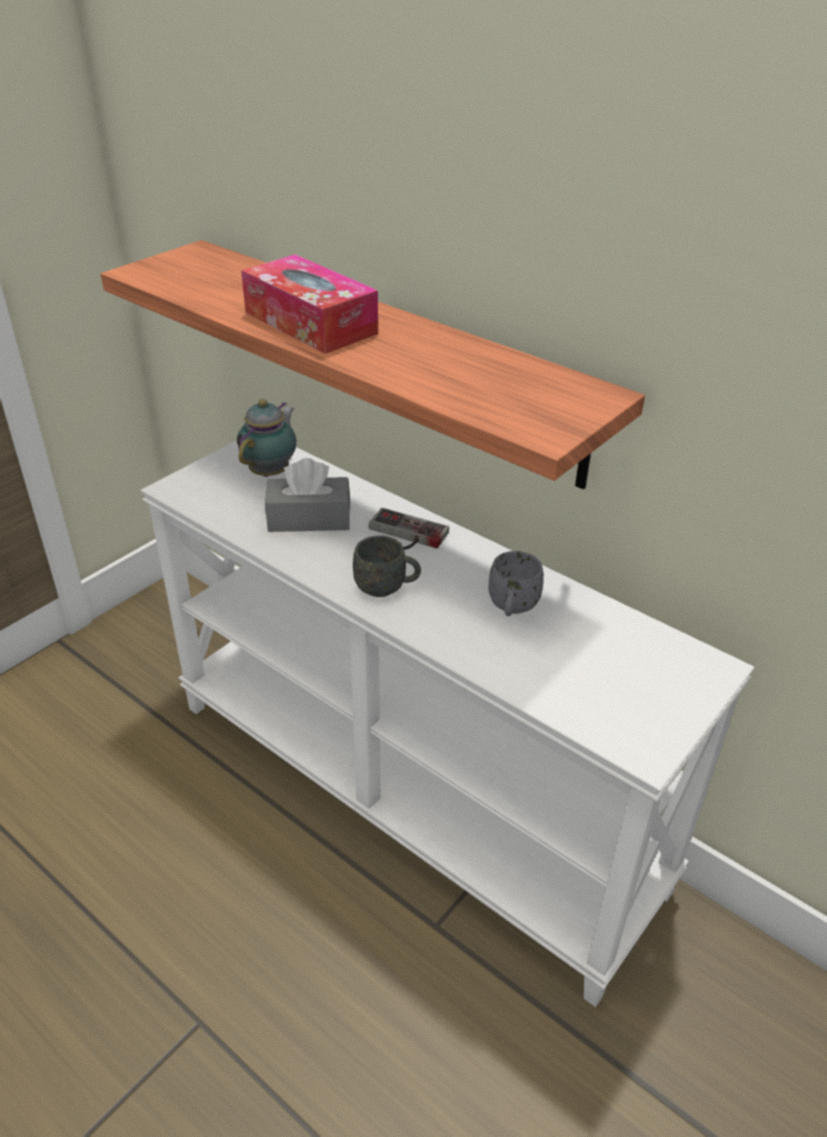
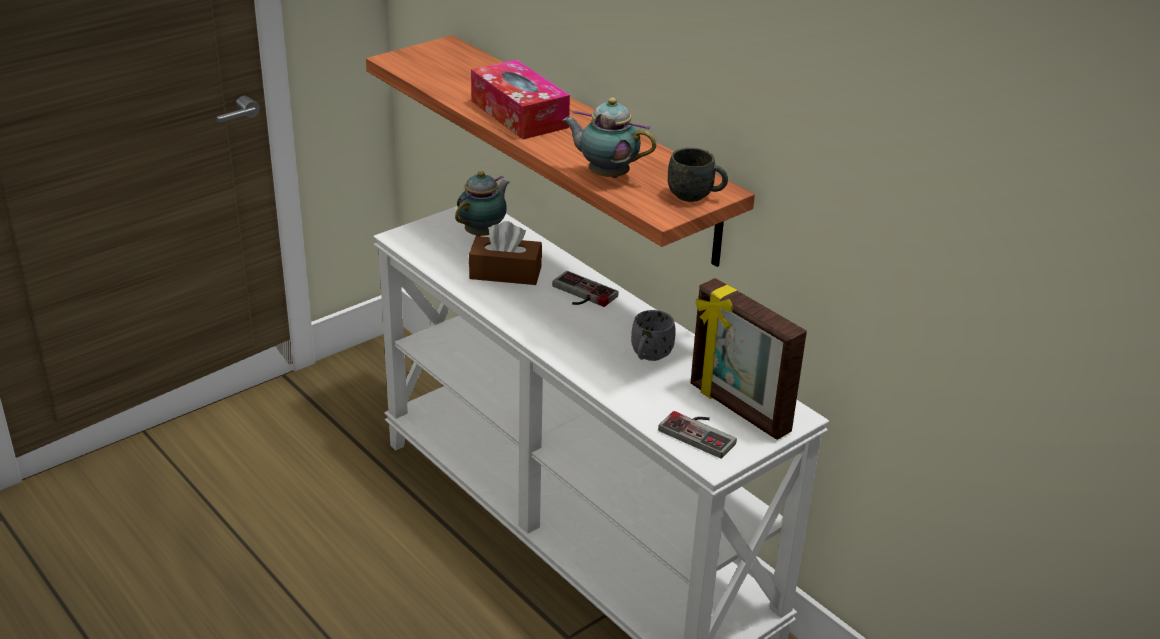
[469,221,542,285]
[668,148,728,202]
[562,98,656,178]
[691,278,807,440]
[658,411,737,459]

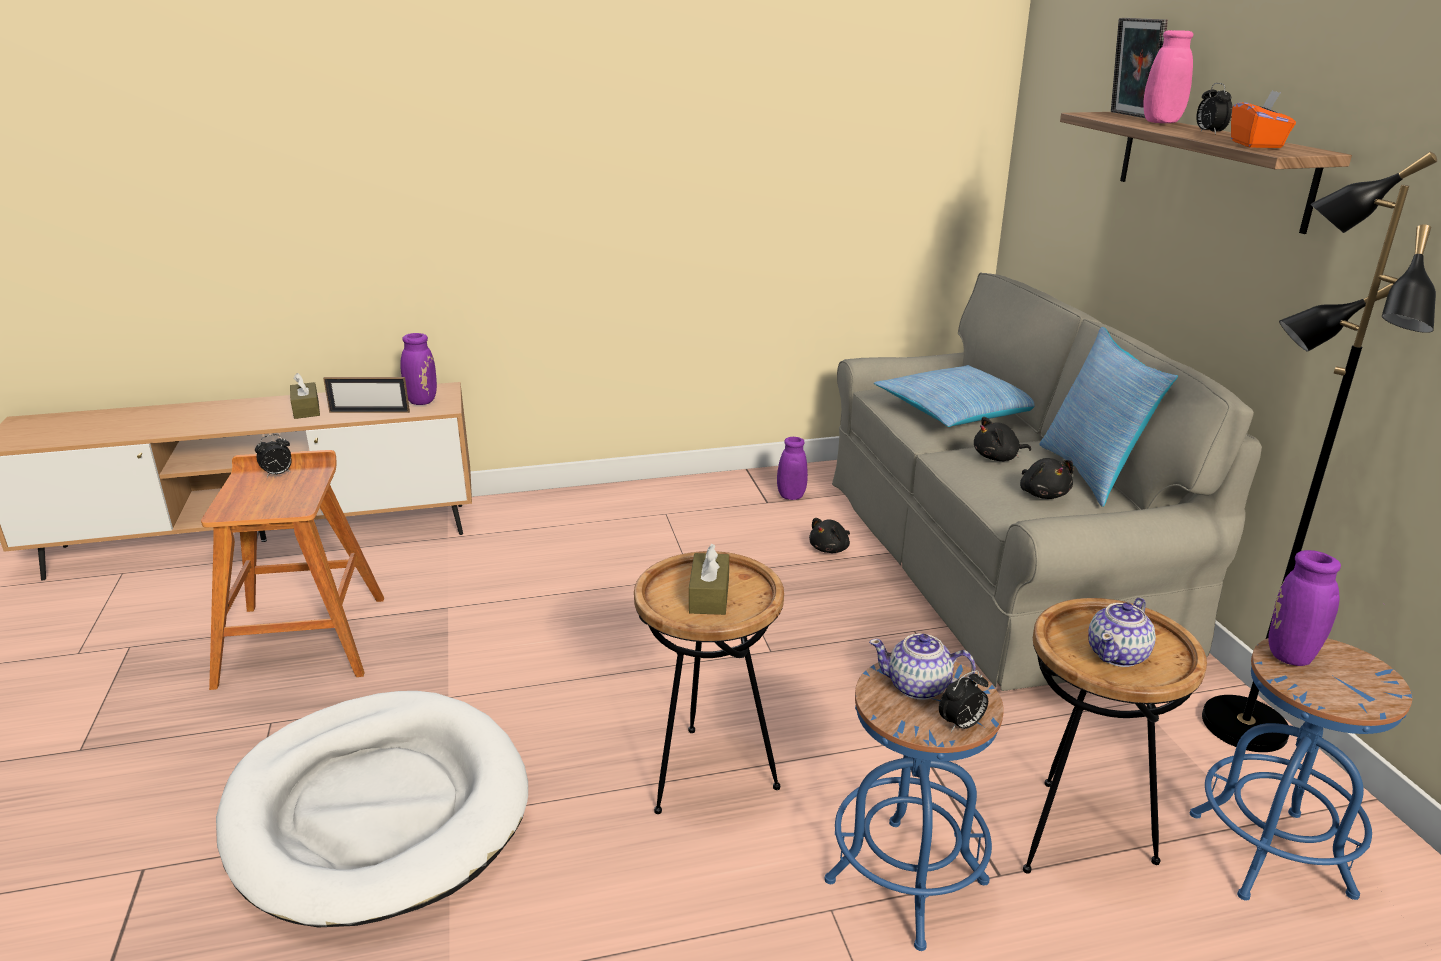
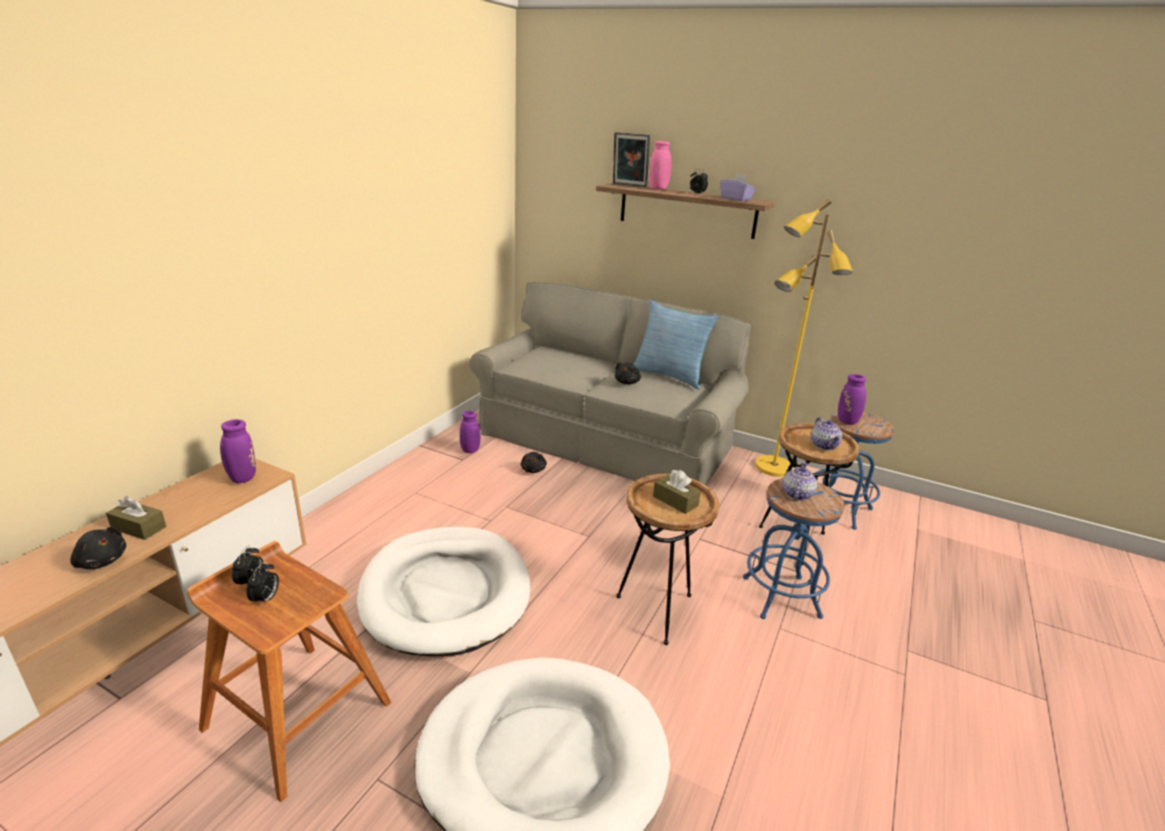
[720,173,756,201]
[755,199,853,477]
[874,365,1035,427] (first image)
[323,377,410,413] (first image)
[70,527,126,569]
[782,462,817,500]
[246,562,279,606]
[357,527,530,657]

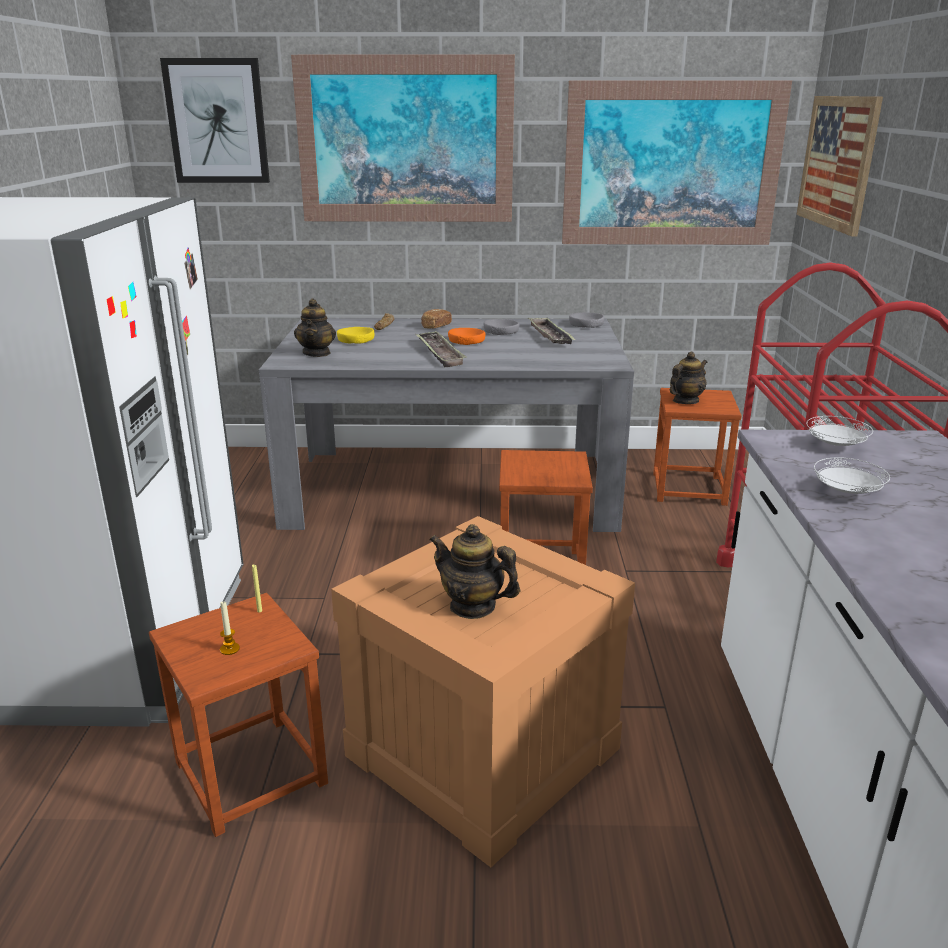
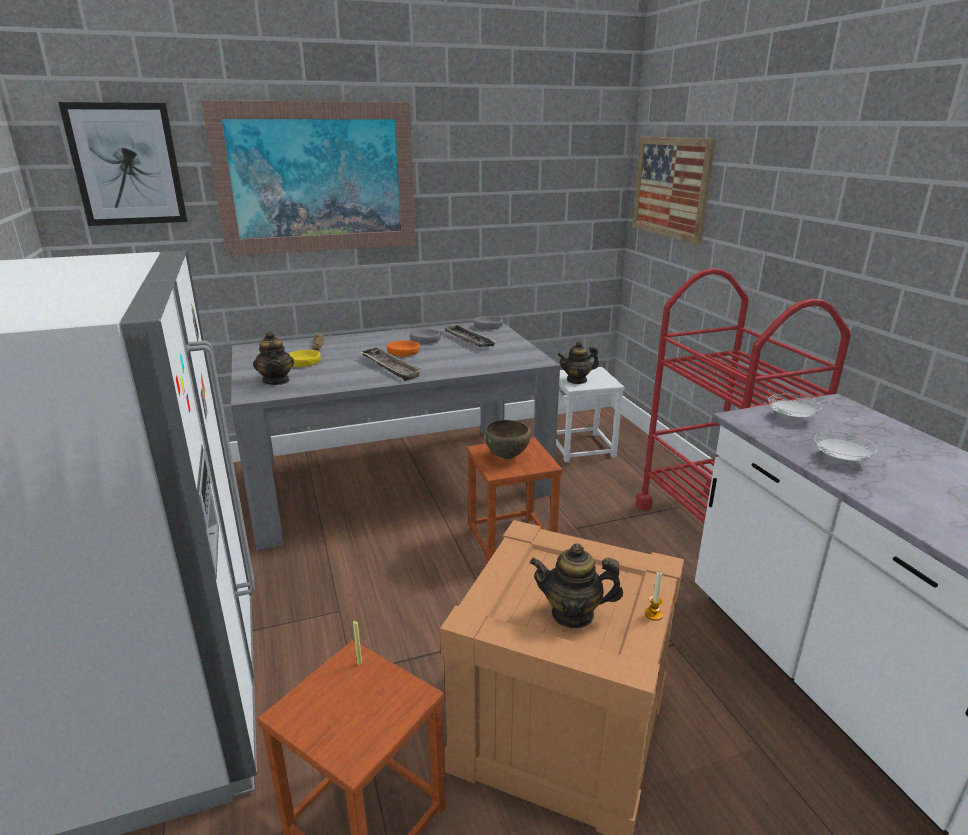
[562,80,792,245] (first image)
[421,309,452,329] (first image)
[558,341,599,384]
[556,367,625,462]
[645,572,663,621]
[484,420,531,459]

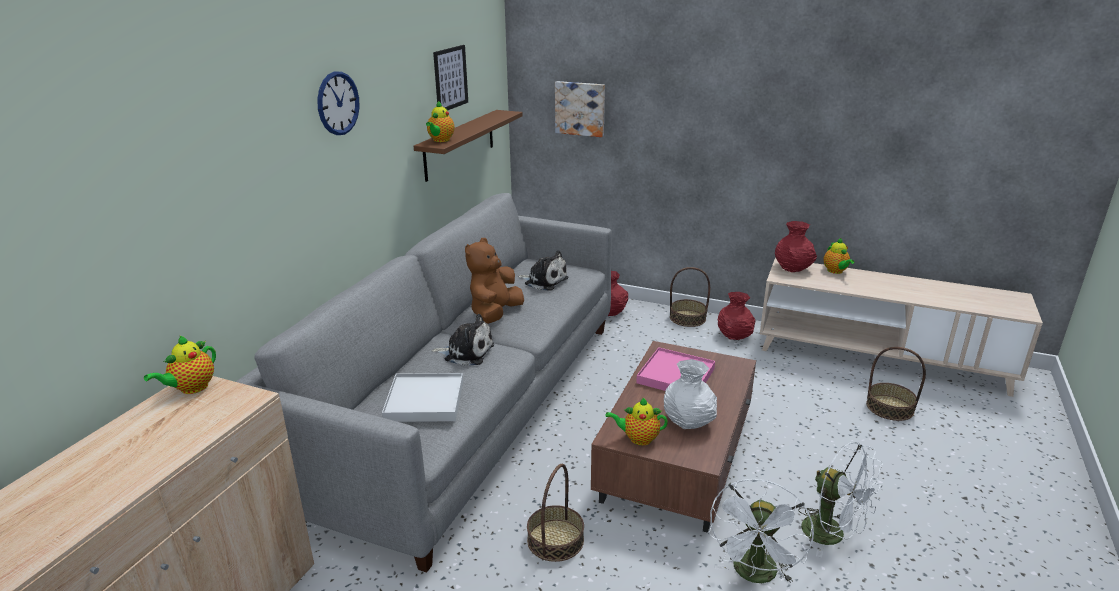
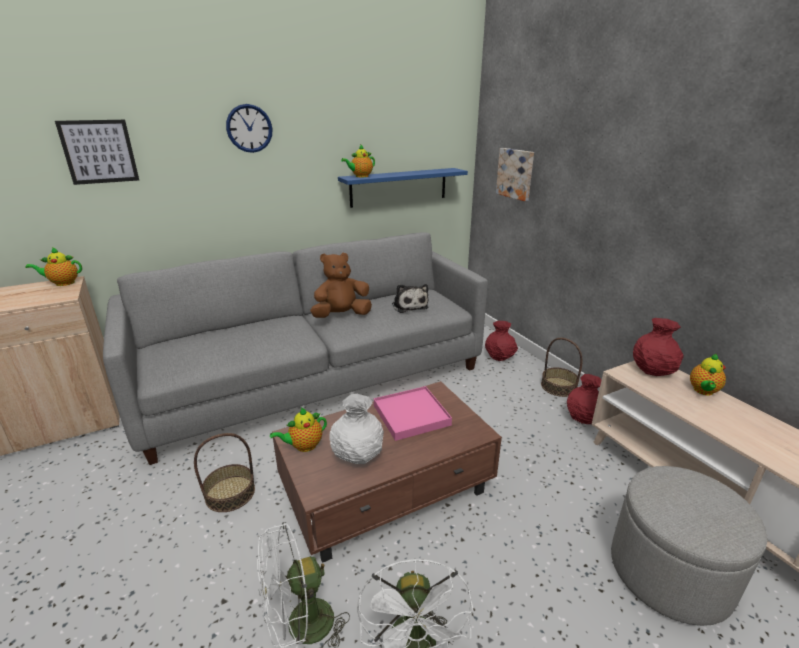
[55,120,139,185]
[338,168,468,208]
[432,314,494,366] (first image)
[611,466,768,626]
[382,373,463,422] (first image)
[270,408,327,452]

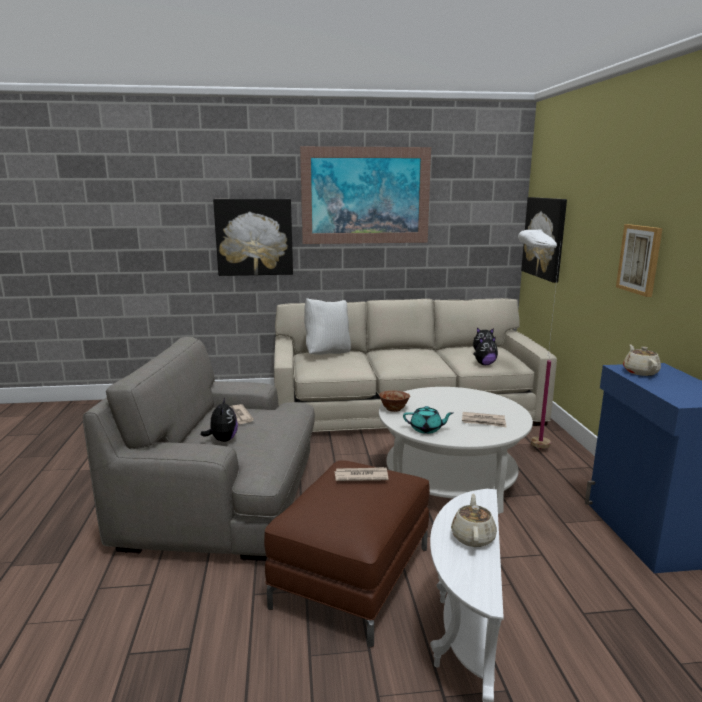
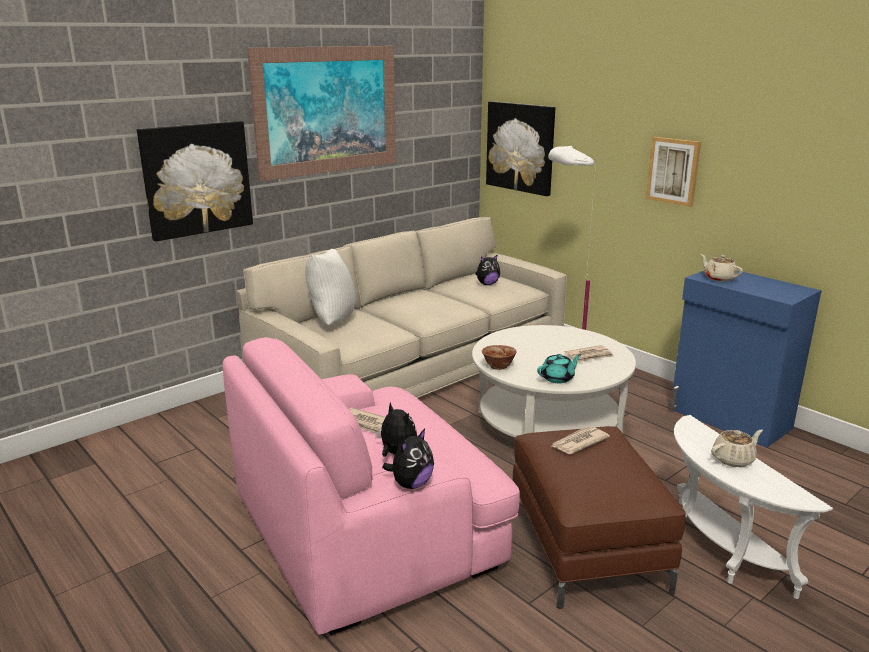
[223,337,520,636]
[382,429,434,489]
[711,430,763,467]

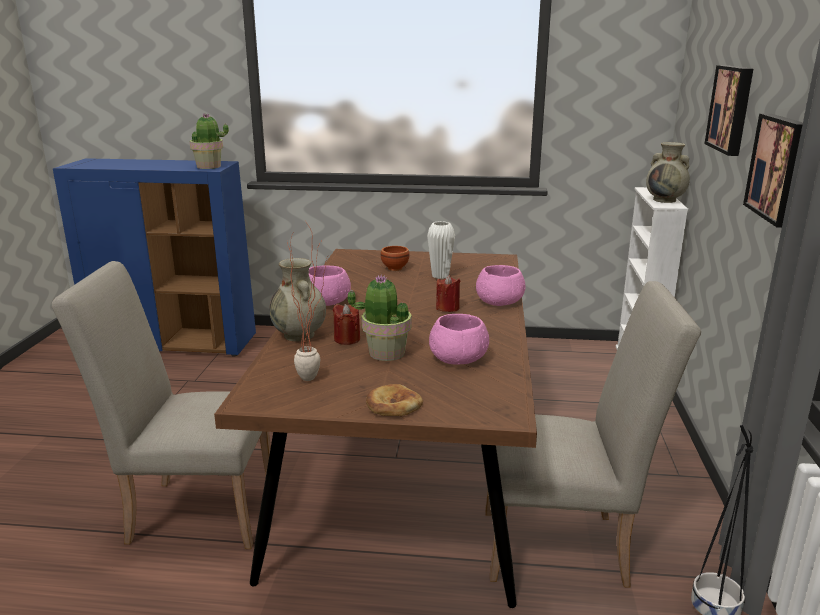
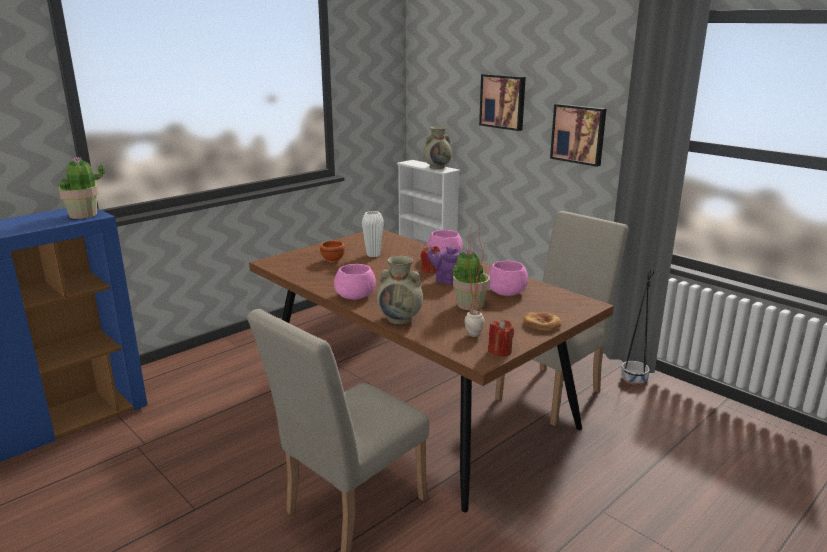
[488,320,514,356]
[428,247,461,285]

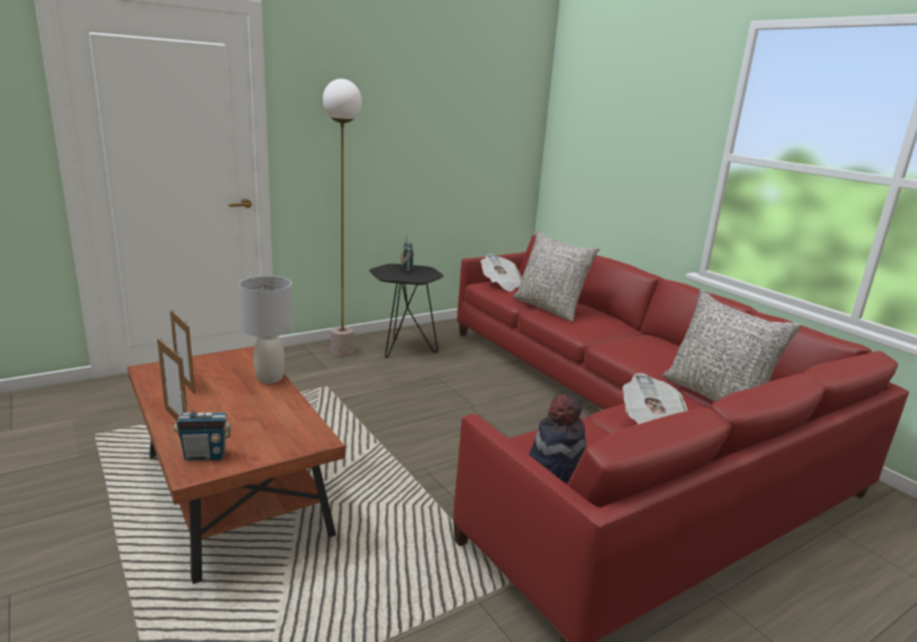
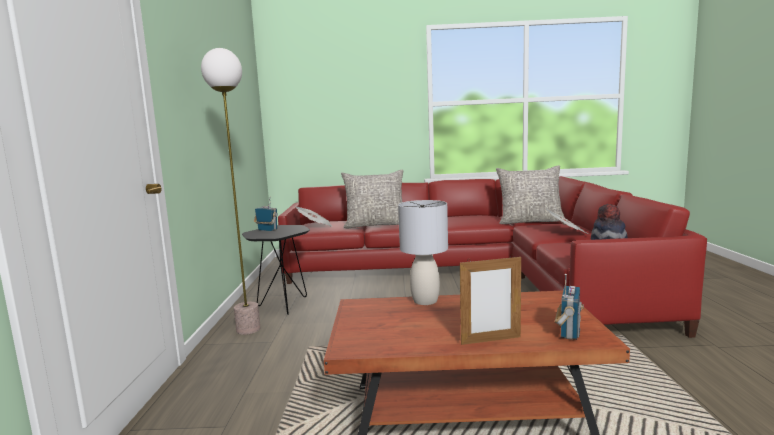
[170,310,195,394] (first image)

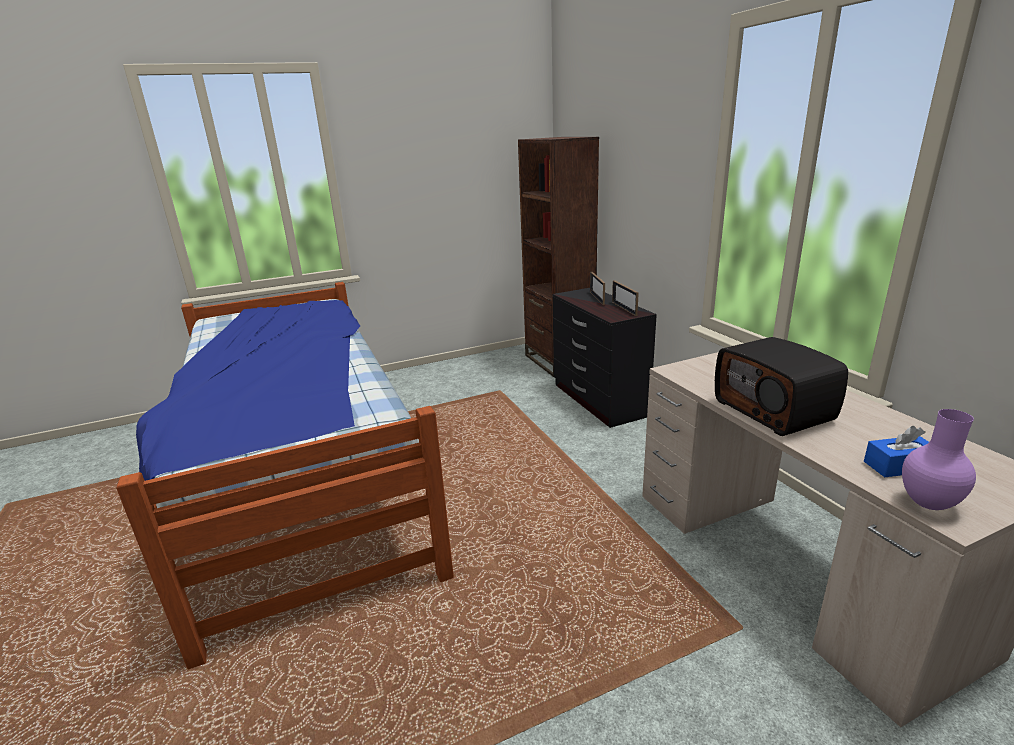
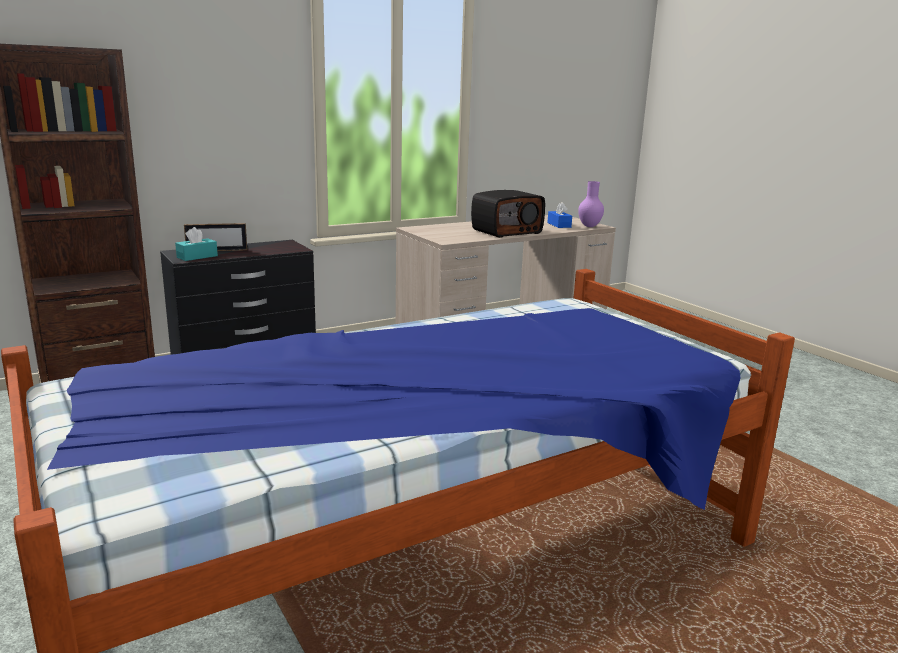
[612,280,639,316] (first image)
[175,227,218,261]

